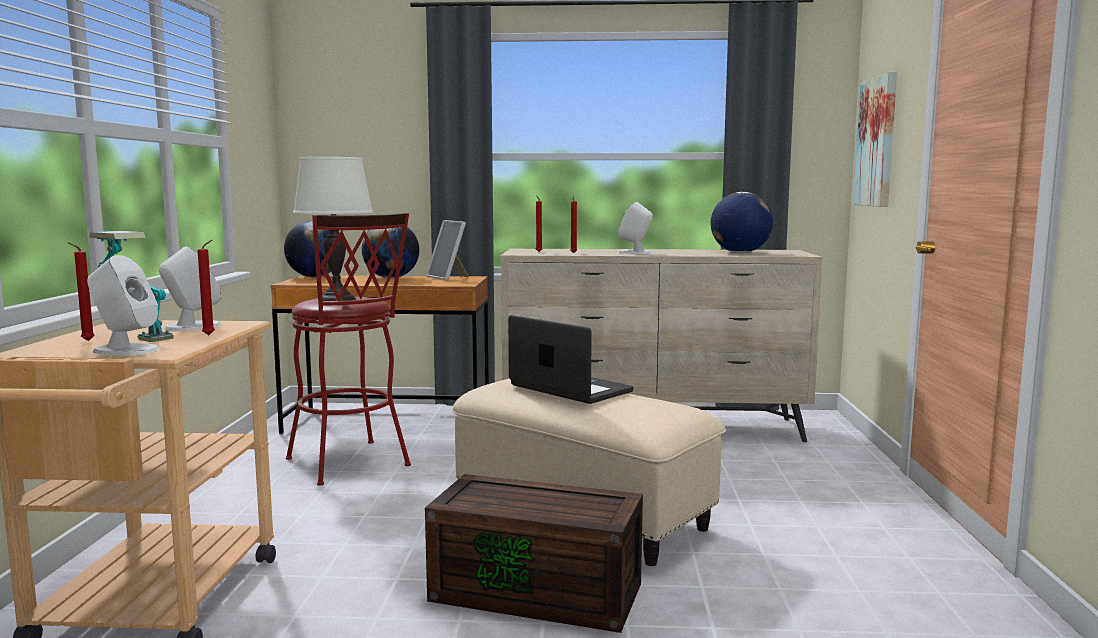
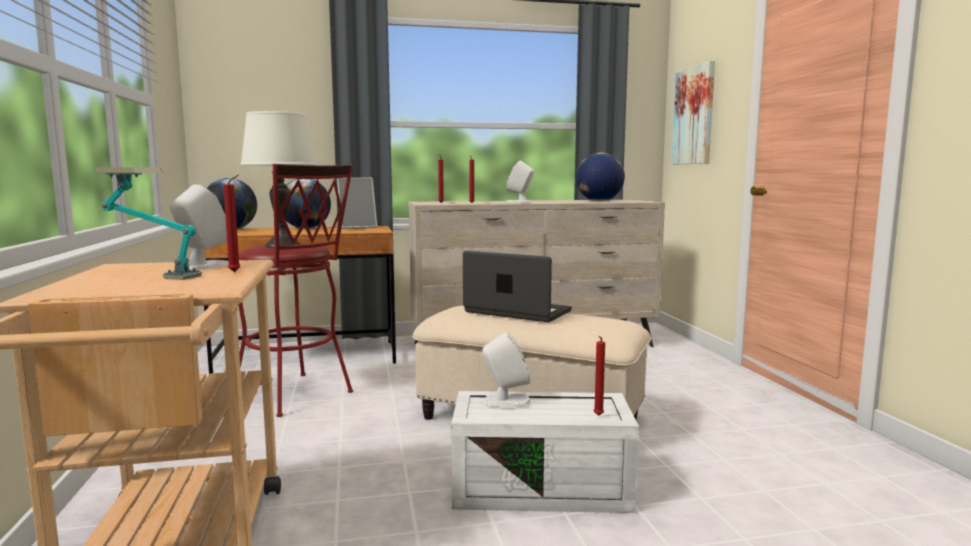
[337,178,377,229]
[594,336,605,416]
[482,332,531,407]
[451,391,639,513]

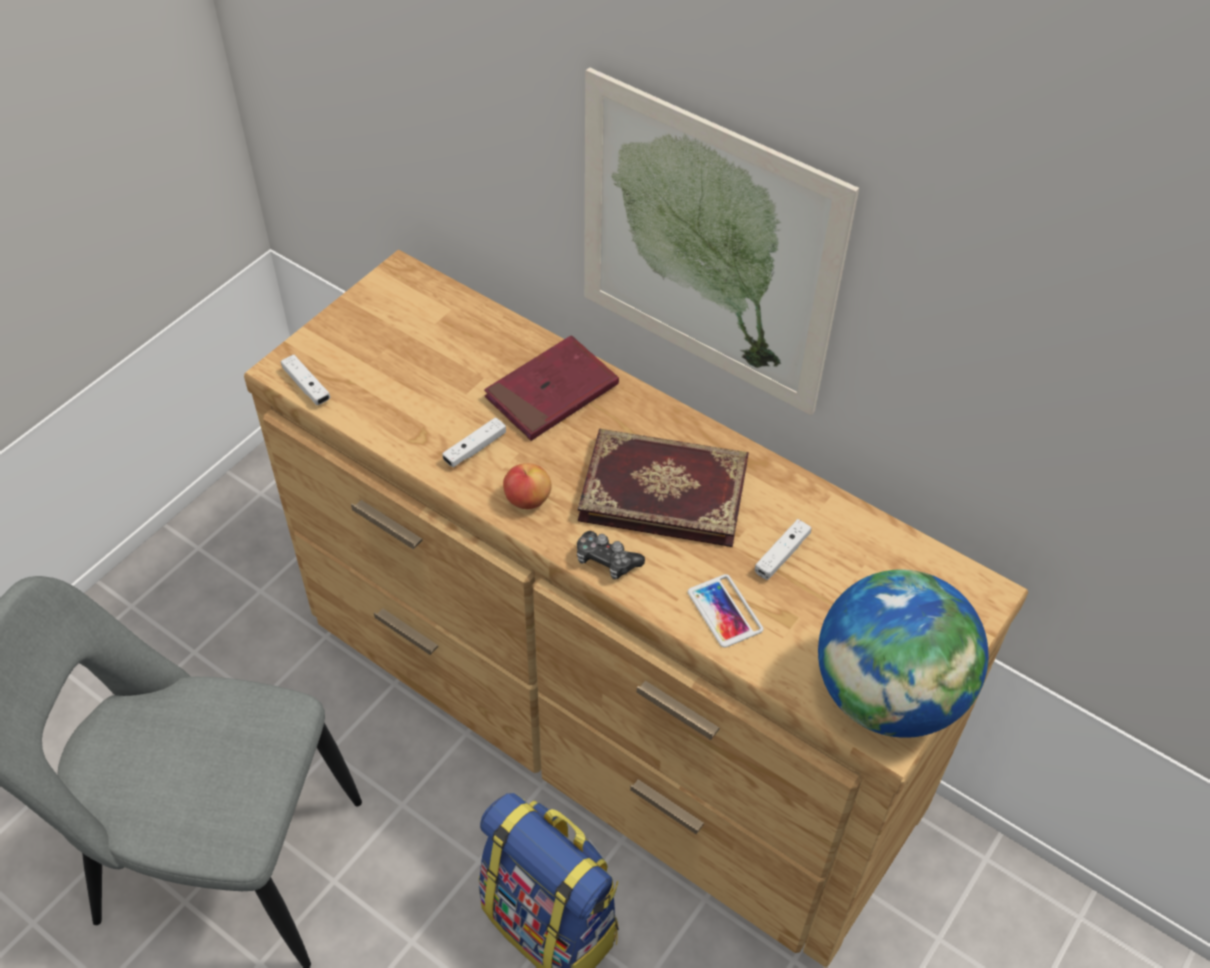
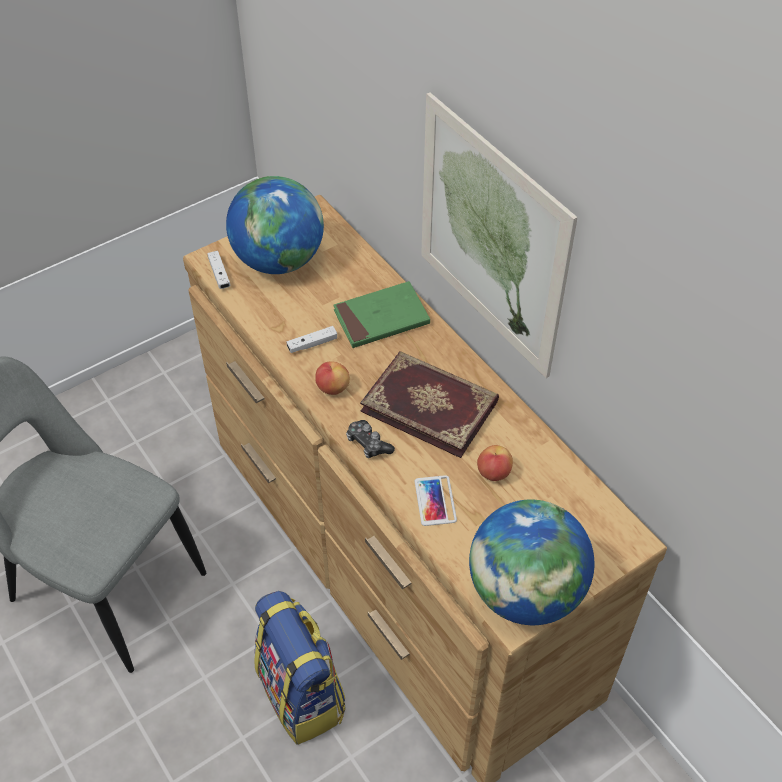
[334,281,430,348]
[477,445,513,481]
[226,176,324,274]

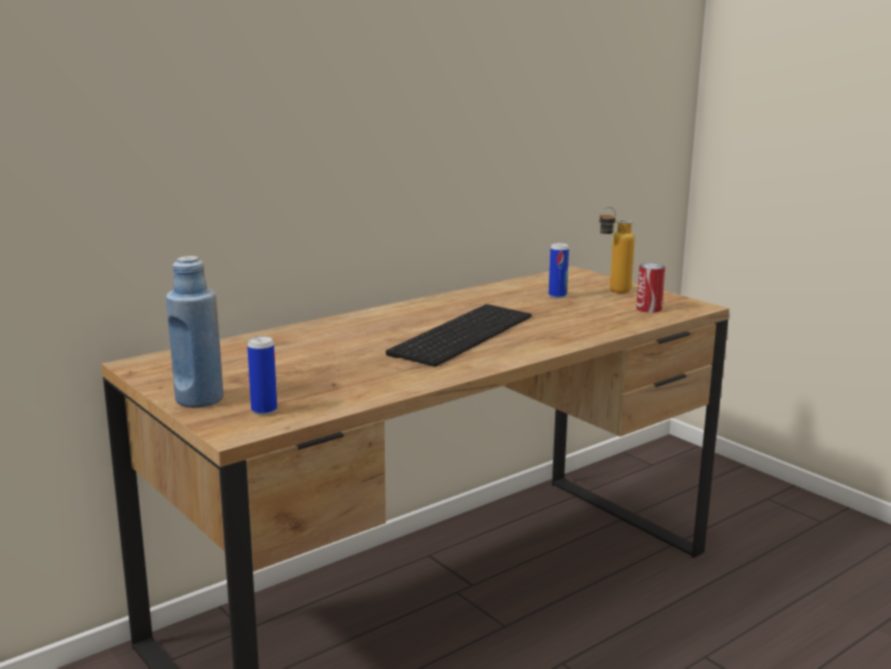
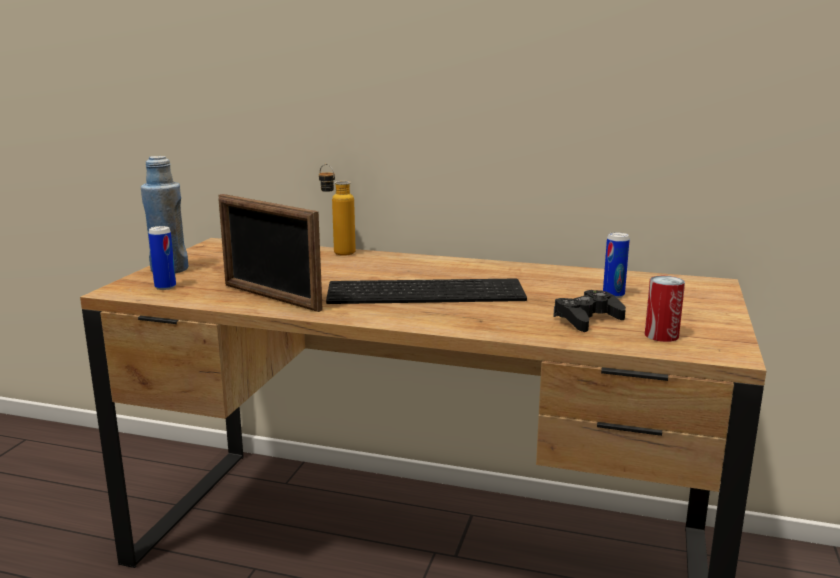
[319,164,356,256]
[218,194,323,312]
[553,290,626,332]

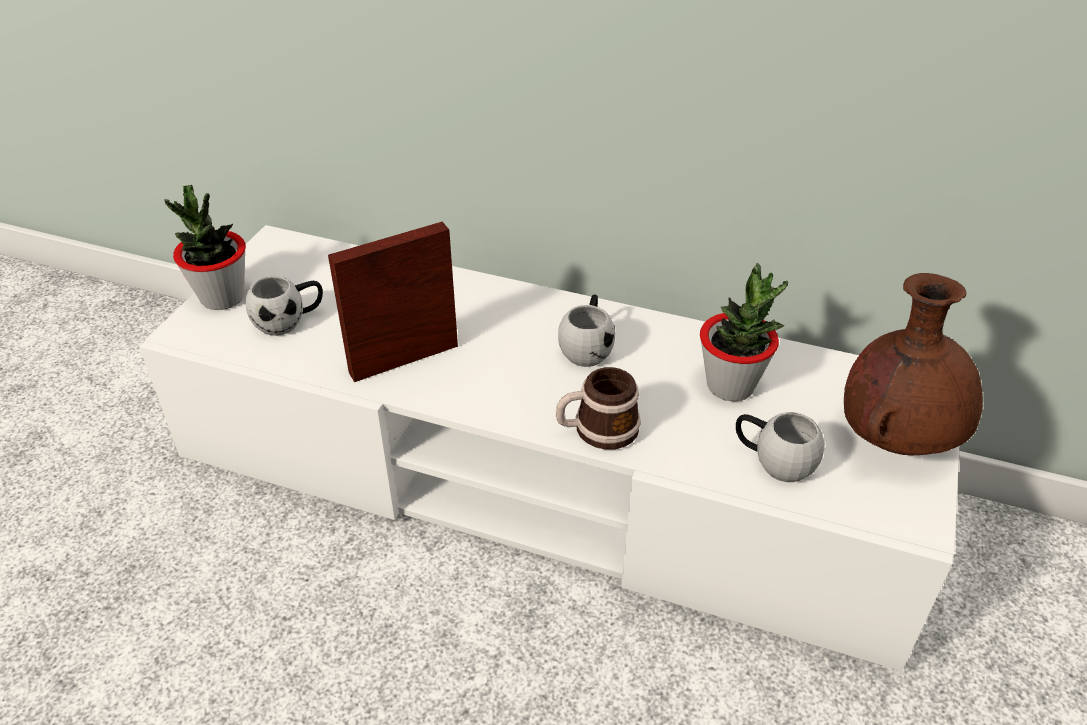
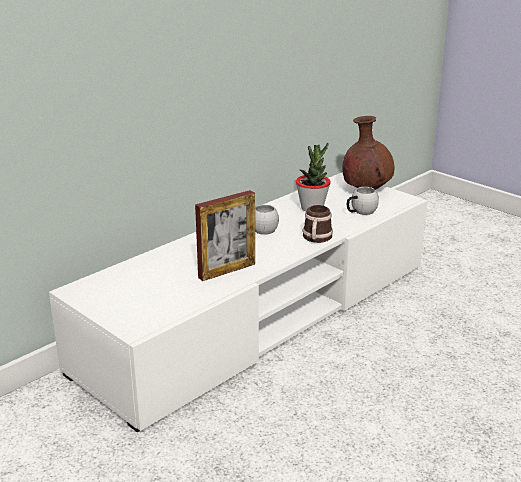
[165,185,246,310] (first image)
[195,190,255,281]
[245,276,323,336] (first image)

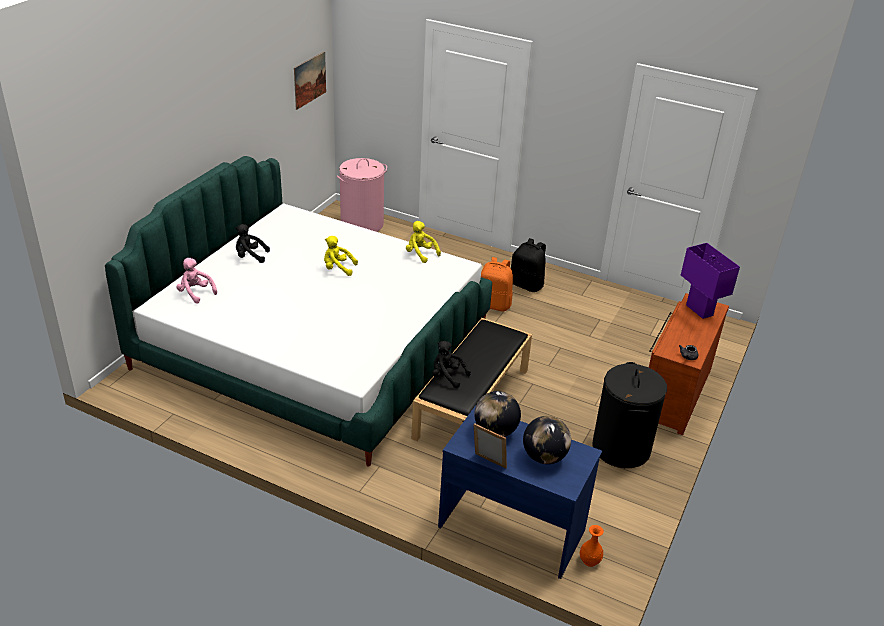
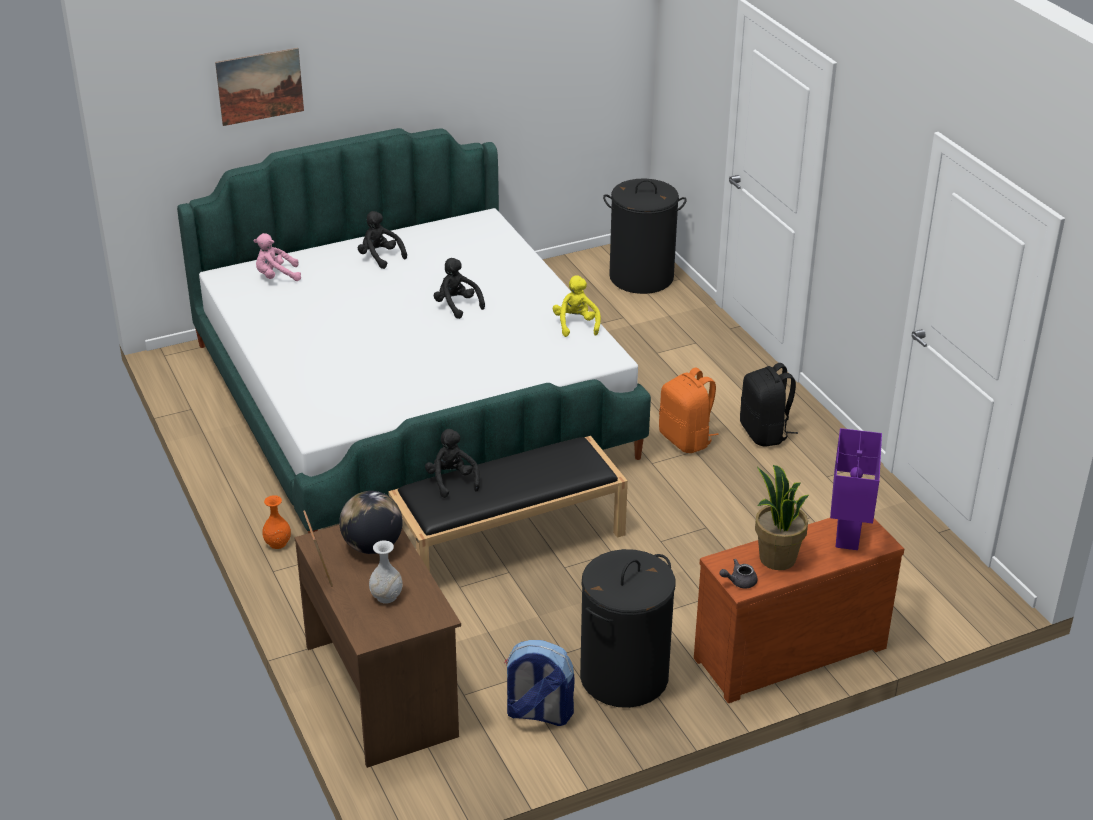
[215,48,304,126]
[603,178,687,294]
[434,258,485,319]
[253,233,301,281]
[294,525,461,768]
[369,540,403,604]
[262,495,291,549]
[755,465,809,570]
[504,640,574,726]

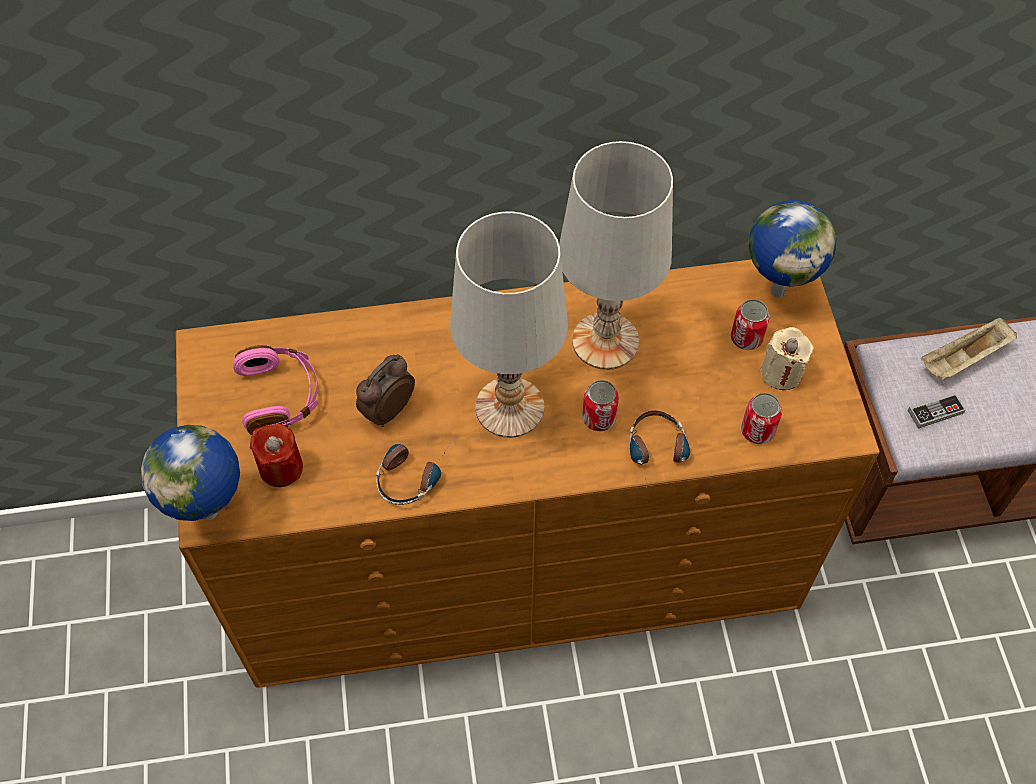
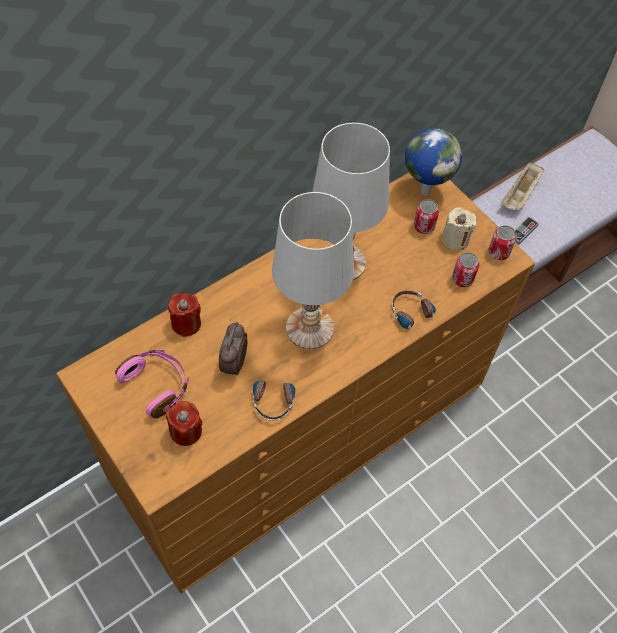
[489,225,516,260]
[141,425,240,521] (first image)
[168,293,201,337]

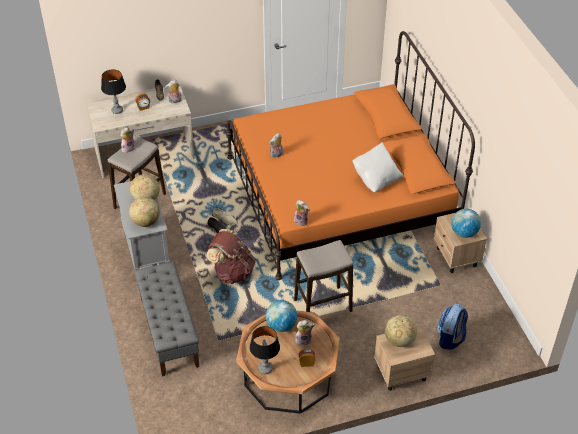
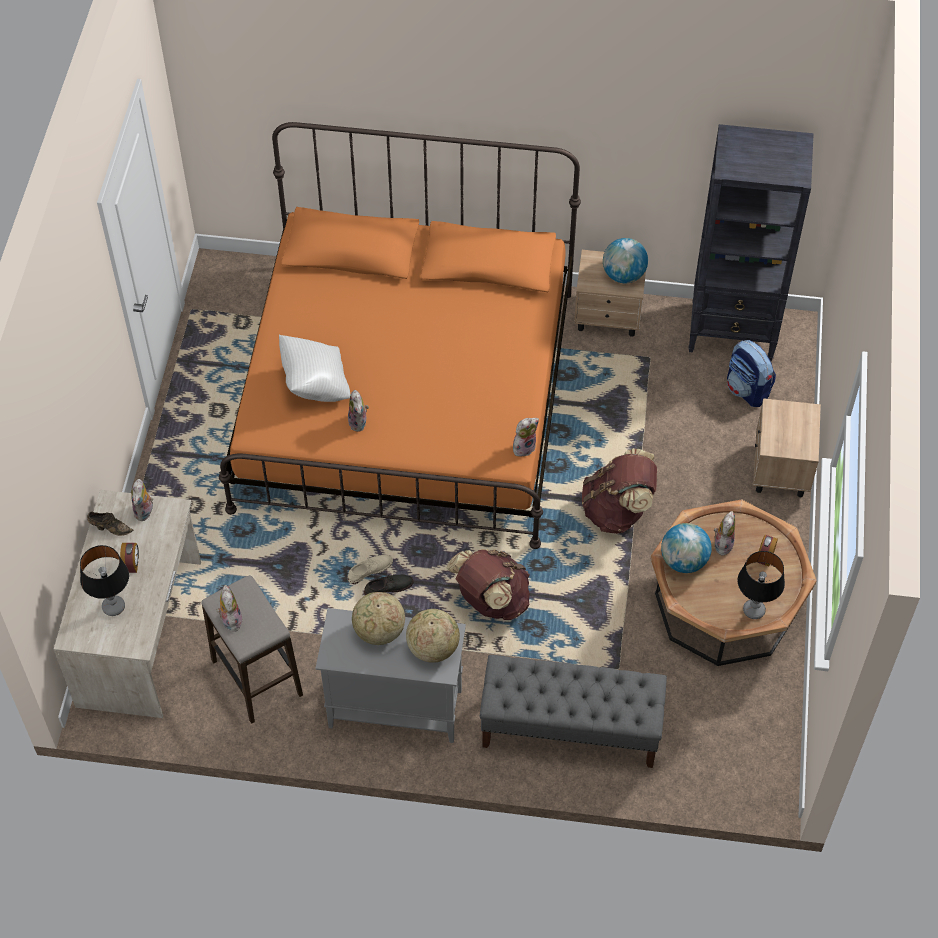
[279,335,351,402]
[582,448,657,534]
[385,315,417,347] (first image)
[688,124,814,361]

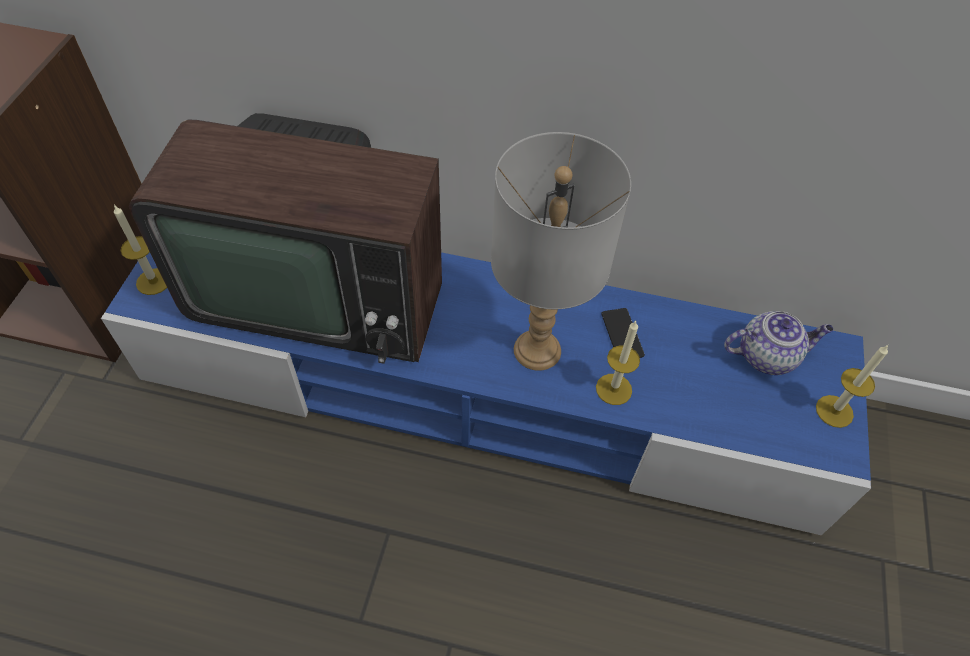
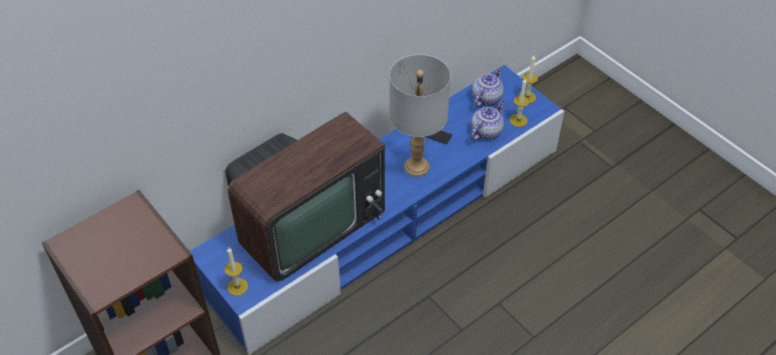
[509,79,529,127]
[471,101,505,140]

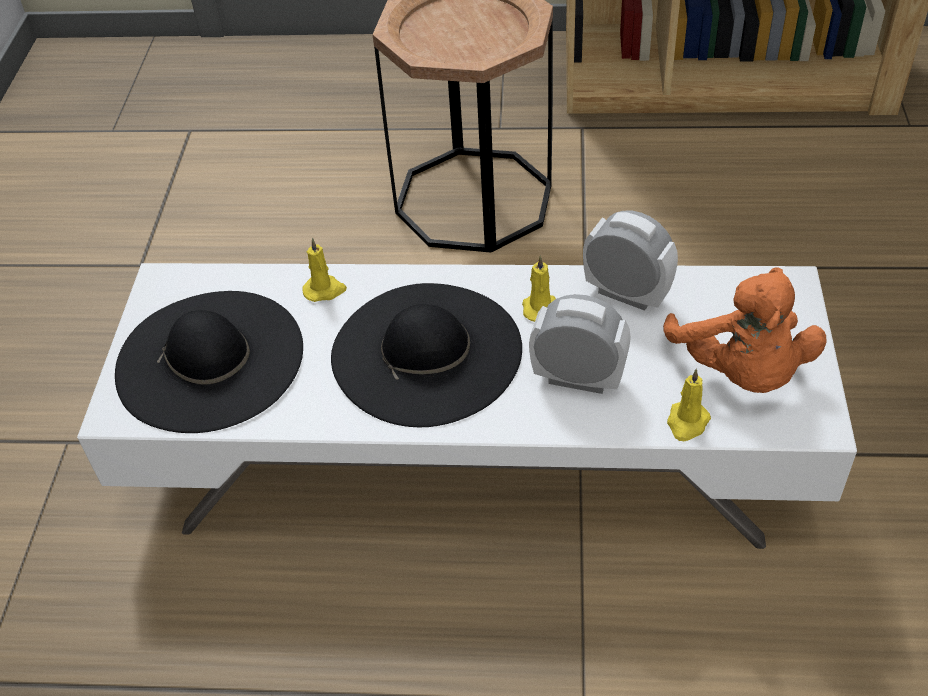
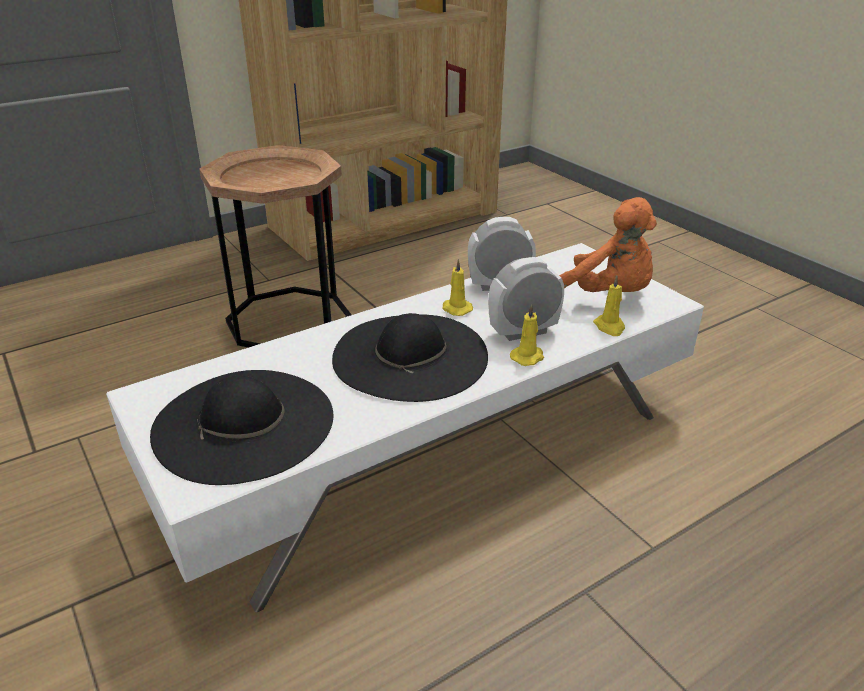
[510,304,544,366]

